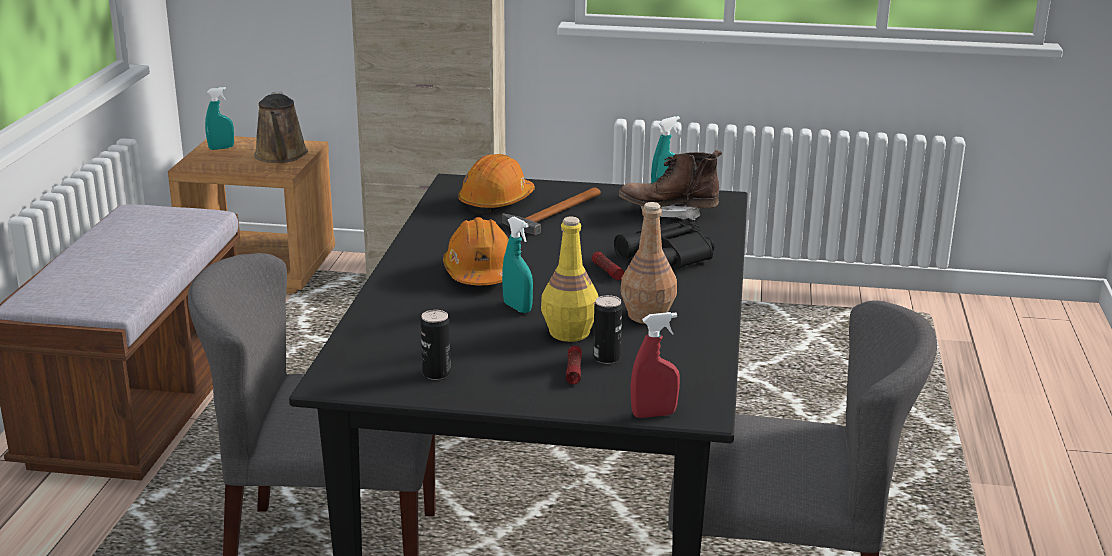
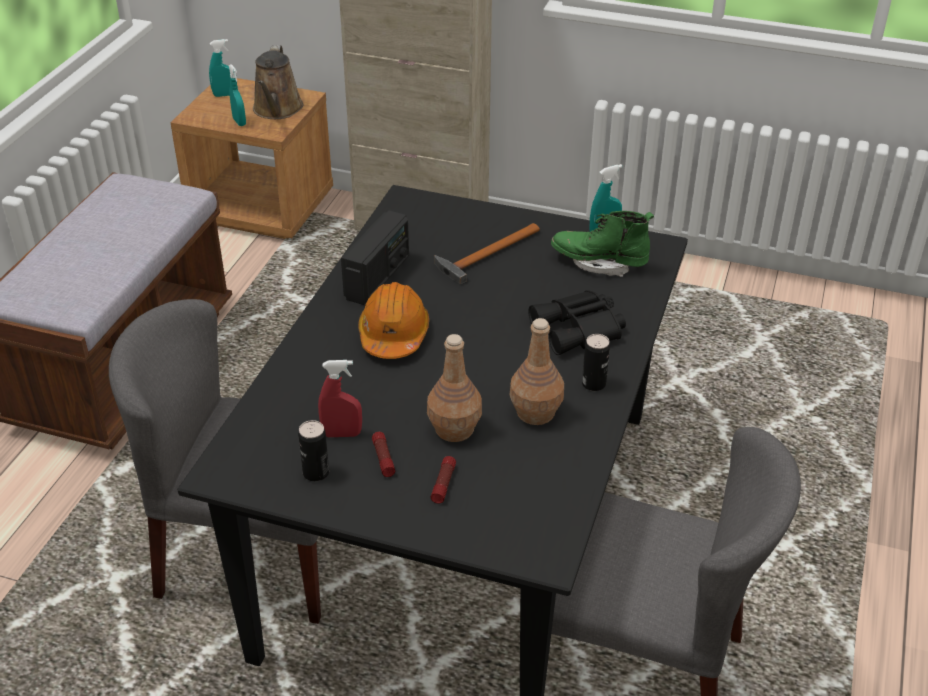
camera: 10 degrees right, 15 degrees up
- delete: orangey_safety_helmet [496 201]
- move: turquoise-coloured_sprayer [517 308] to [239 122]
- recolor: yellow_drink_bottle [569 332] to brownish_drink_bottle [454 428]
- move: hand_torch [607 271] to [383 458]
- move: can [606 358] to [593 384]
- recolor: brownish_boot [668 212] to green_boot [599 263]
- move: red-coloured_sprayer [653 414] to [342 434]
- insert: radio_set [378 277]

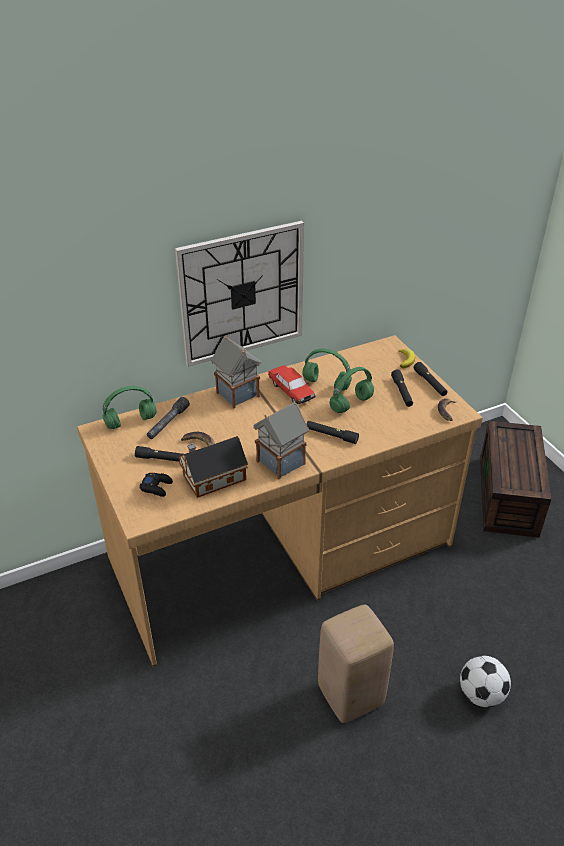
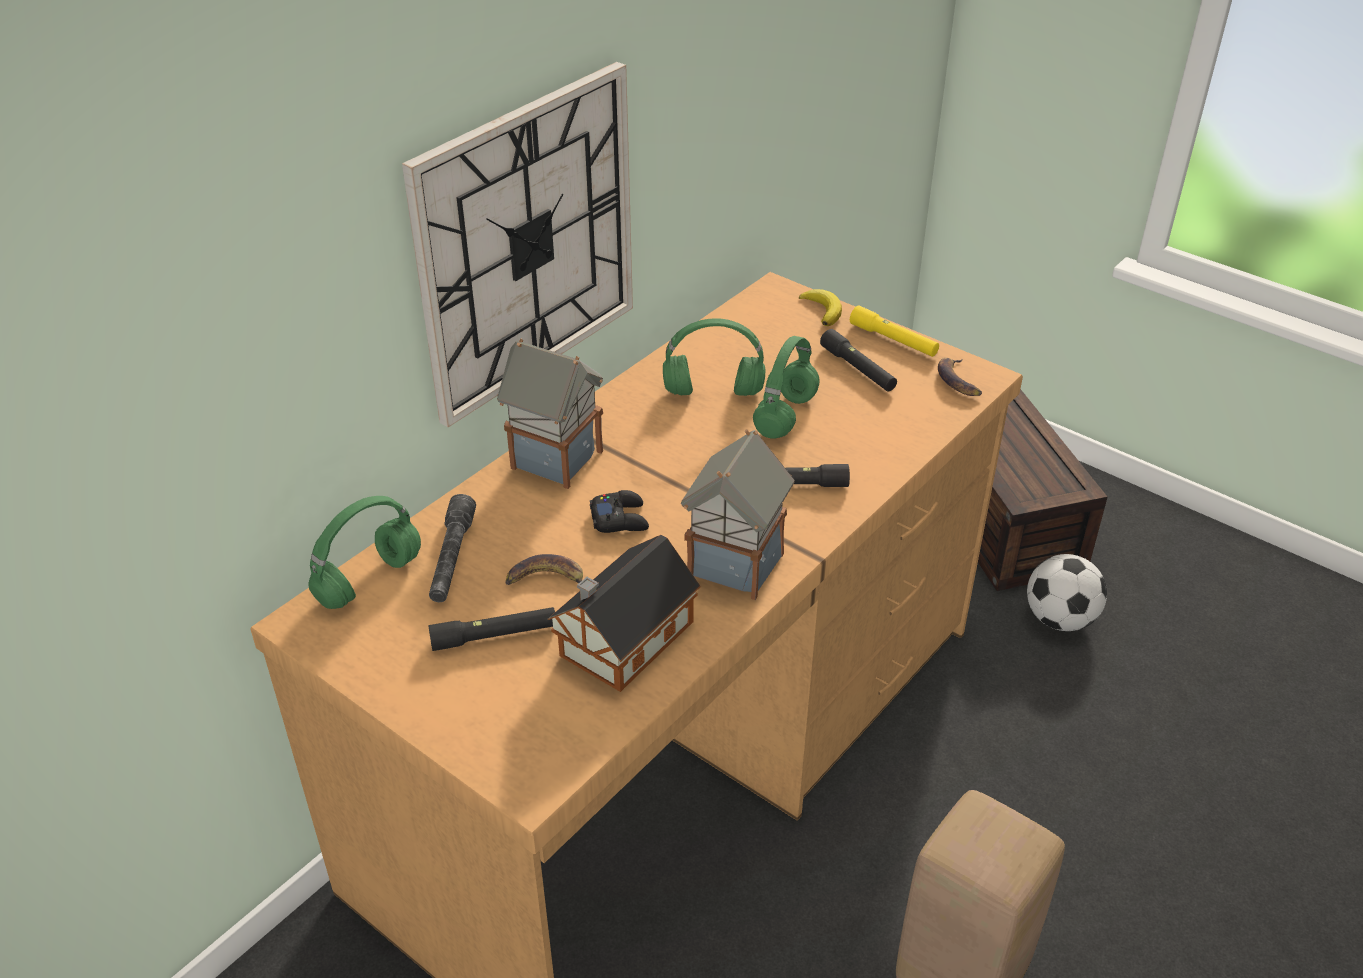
camera: 25 degrees left, 0 degrees up
- move: black_gamepad [156 487] to [620 519]
- delete: toy_car [291 390]
- recolor: black_hand_torch [430 383] to yellow_hand_torch [893 340]
- move: football_ball [481 694] to [1059 619]

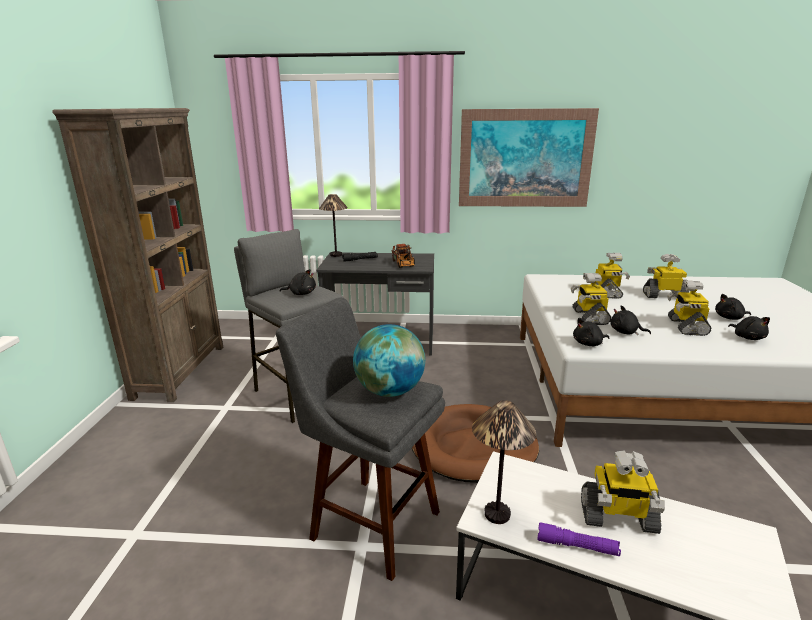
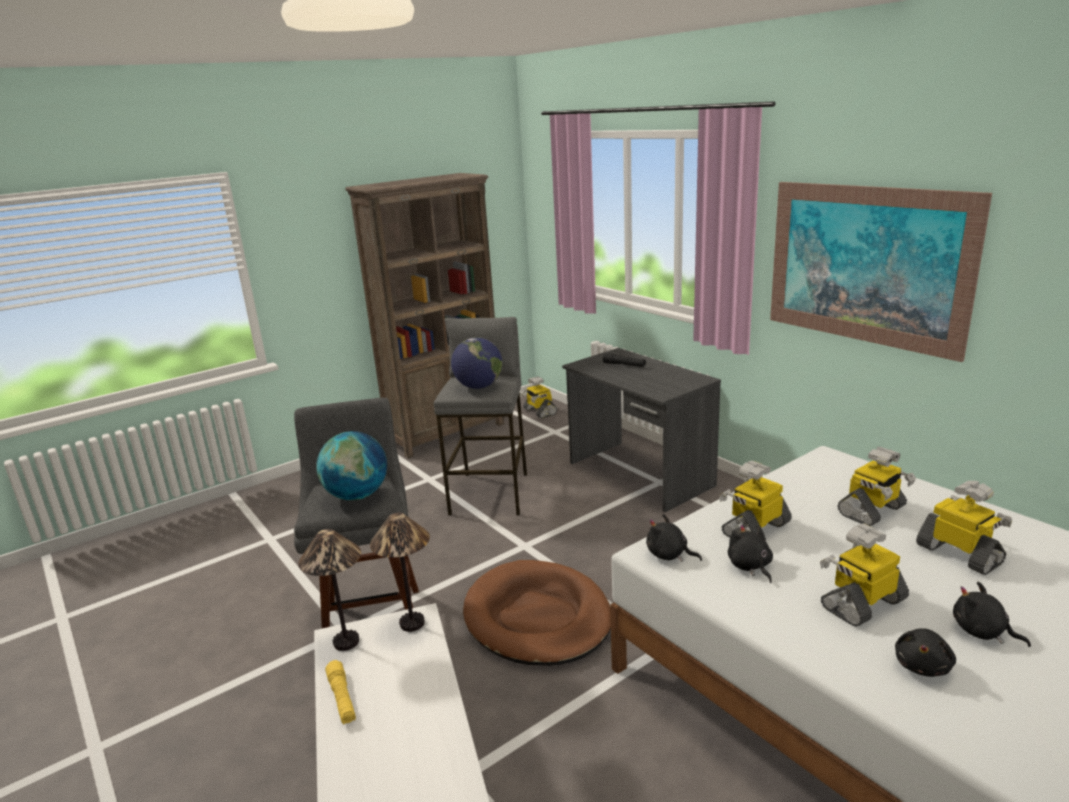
camera: 50 degrees right, 0 degrees up
- replace: black_cuddly_toy [301 293] to world_globe [479 387]
- move: tabletop_lamp [336 255] to [412 623]
- delete: toy_truck [403 264]
- recolor: purple_hand_torch [577 546] to yellow_hand_torch [342 698]
- move: model_robot [617 517] to [539 411]

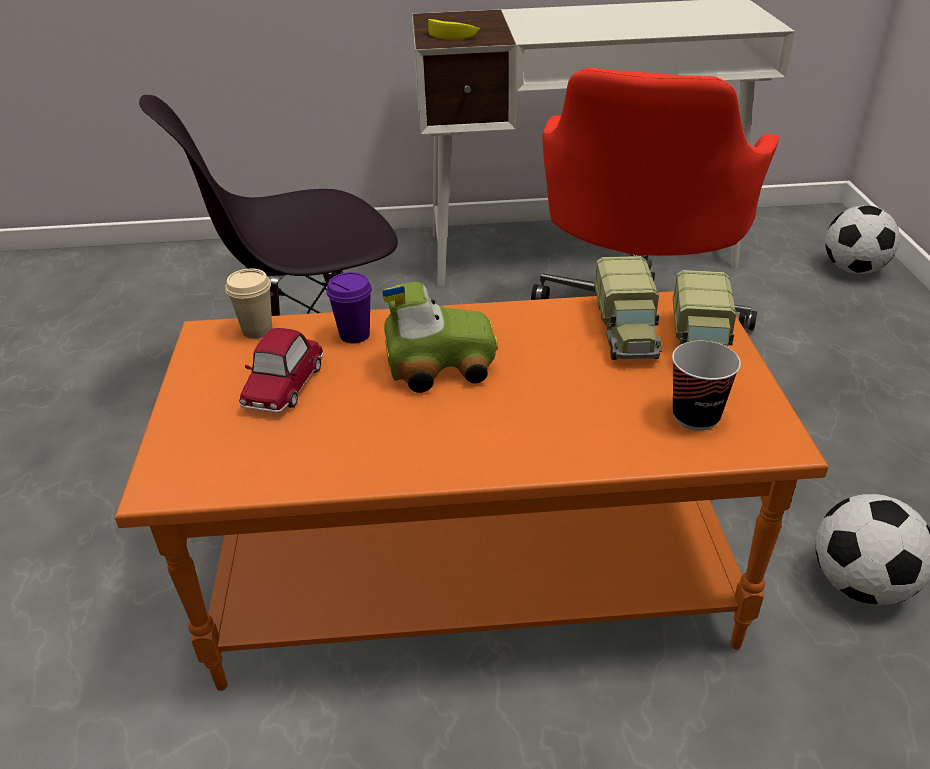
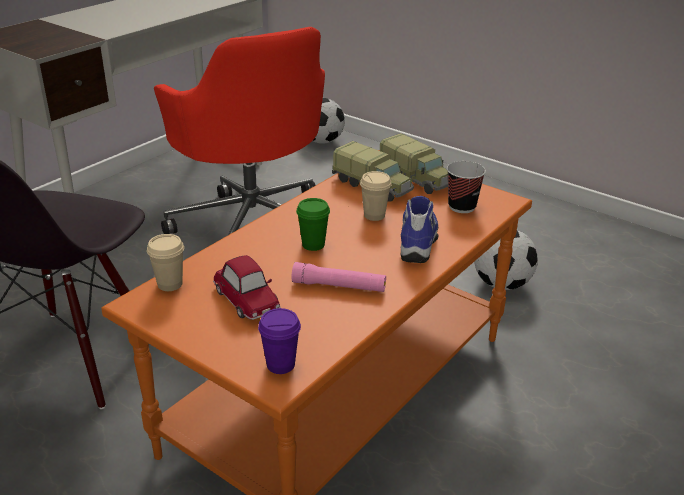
camera: 50 degrees left, 5 degrees down
- move: purple_small_cup [354 335] to [280 365]
- replace: toy_car [439 364] to green_small_cup [313 245]
- delete: banana [453 36]
- insert: pink_hand_torch [339 286]
- insert: sand-coloured_small_cup [374 215]
- insert: shoe [419 241]

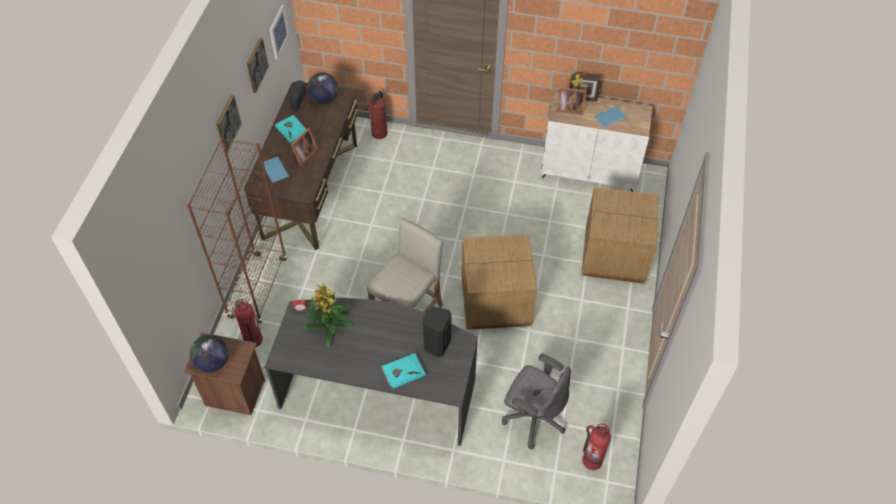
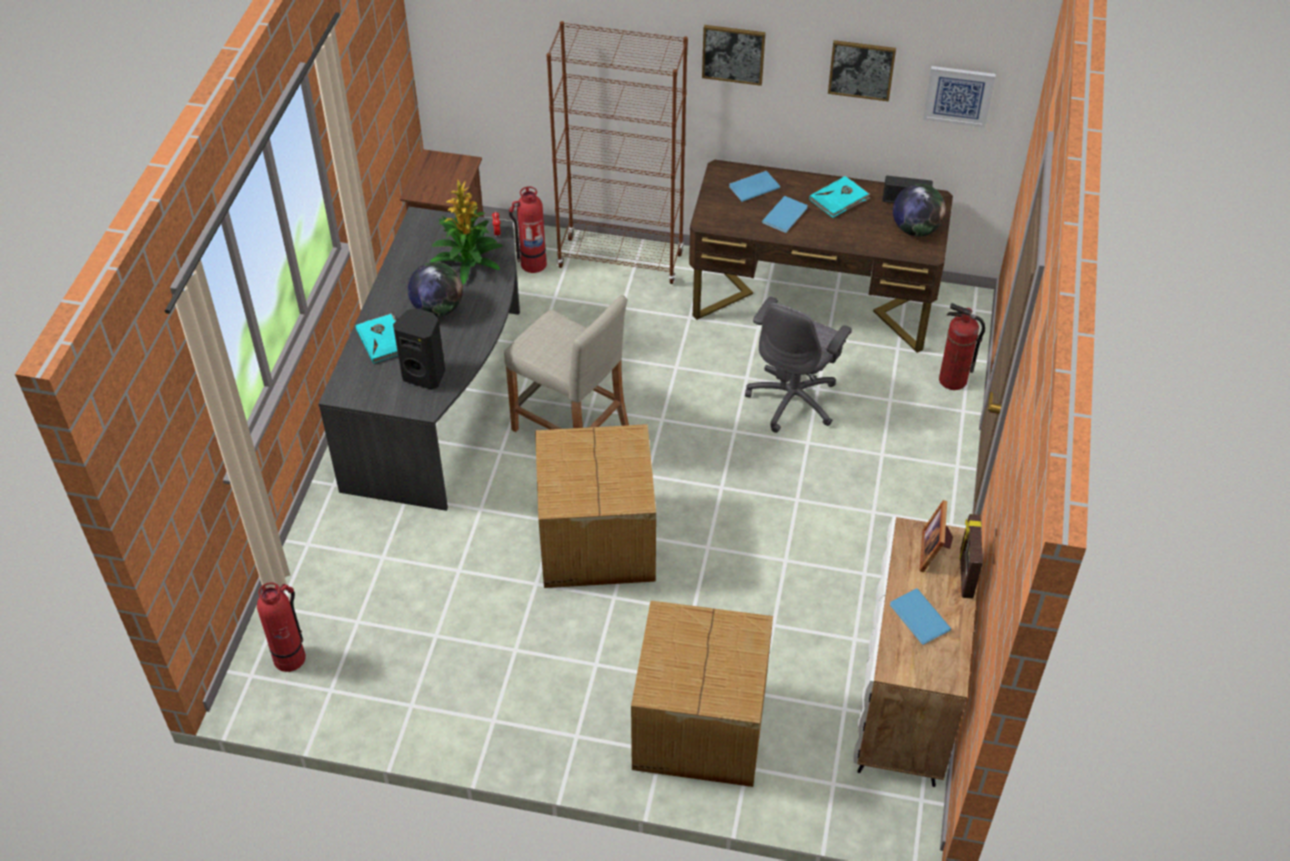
camera: 90 degrees right, 5 degrees down
- move: world_globe [212 362] to [437 308]
- replace: picture_frame [303 155] to blue_bound_book [786 215]
- move: greyish_desk_chair [533 418] to [794 400]

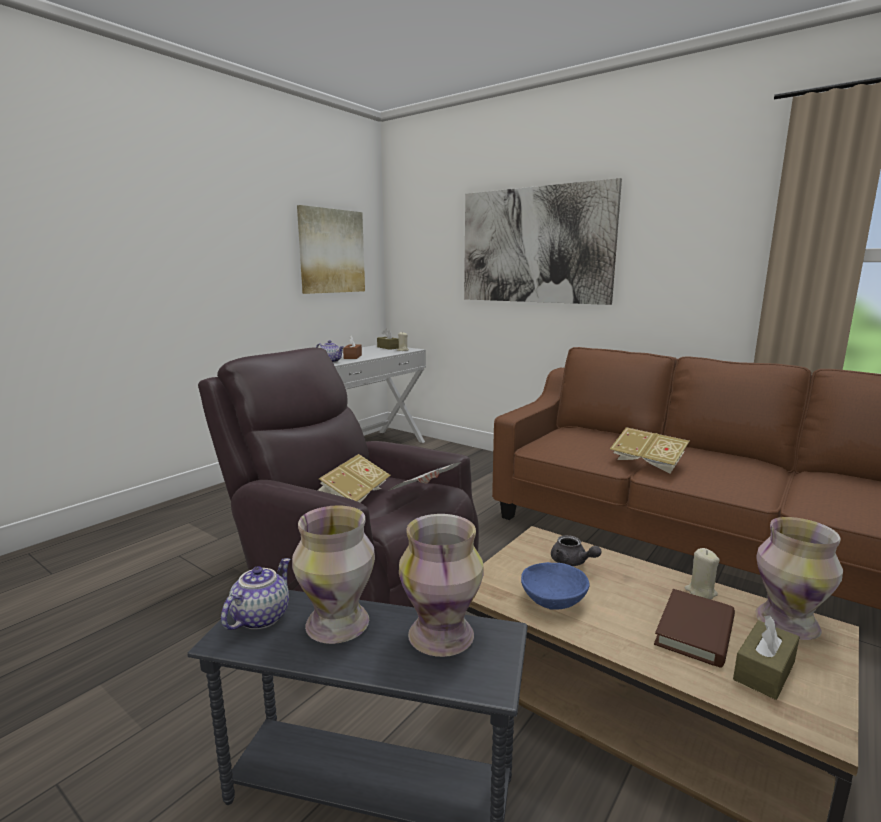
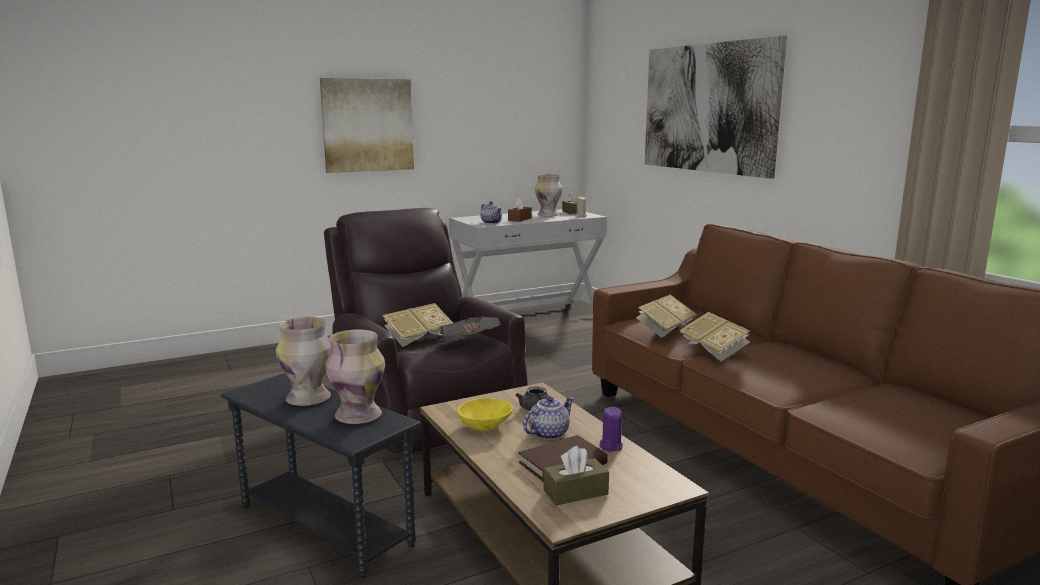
camera: 25 degrees right, 0 degrees up
- move: teapot [260 617] to [548 433]
- move: picture [331 251] to [367 125]
- recolor: blue_serving_bowl [554 600] to yellow_serving_bowl [486 427]
- recolor: sand-coloured_wax_light [700 592] to purple_wax_light [610 446]
- move: flower_vase [788 624] to [548 215]
- insert: bound_book [665 329]

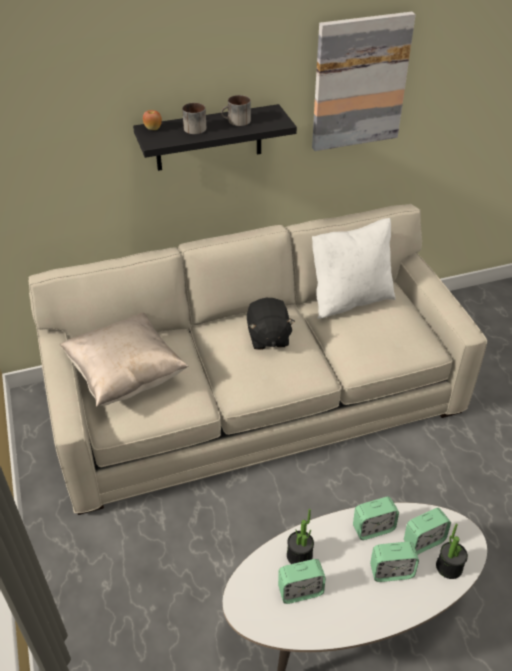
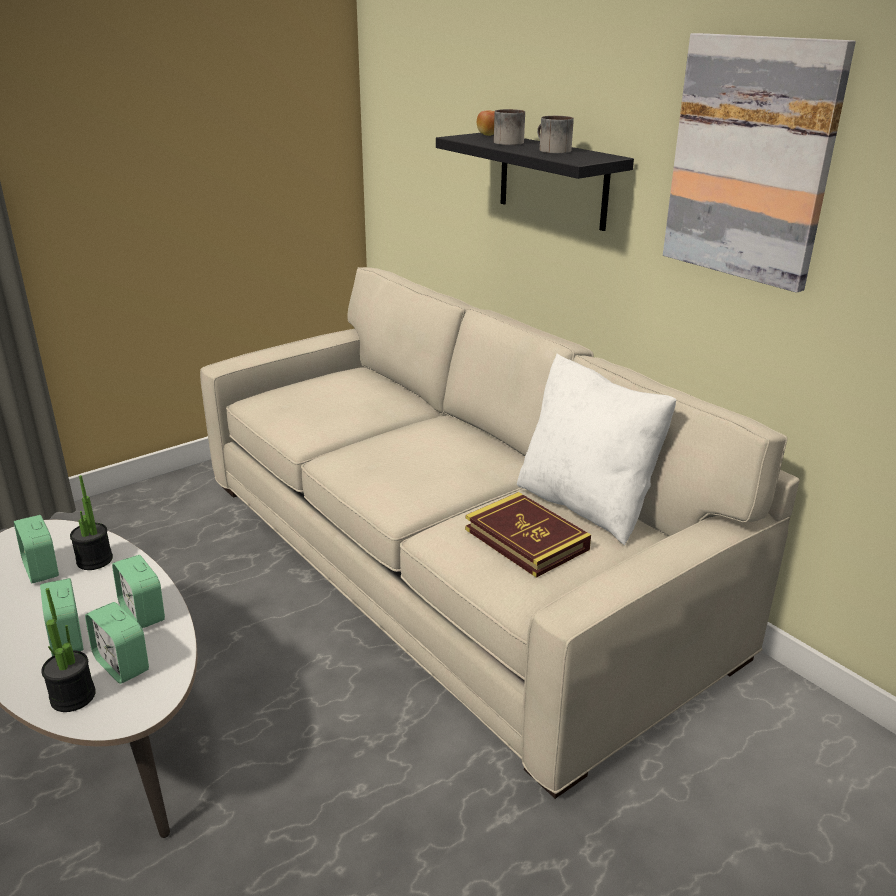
camera: 70 degrees right, 15 degrees down
- delete: sand-coloured_cushion [126 376]
- delete: black_cuddly_toy [268 337]
- insert: bound_book [526 539]

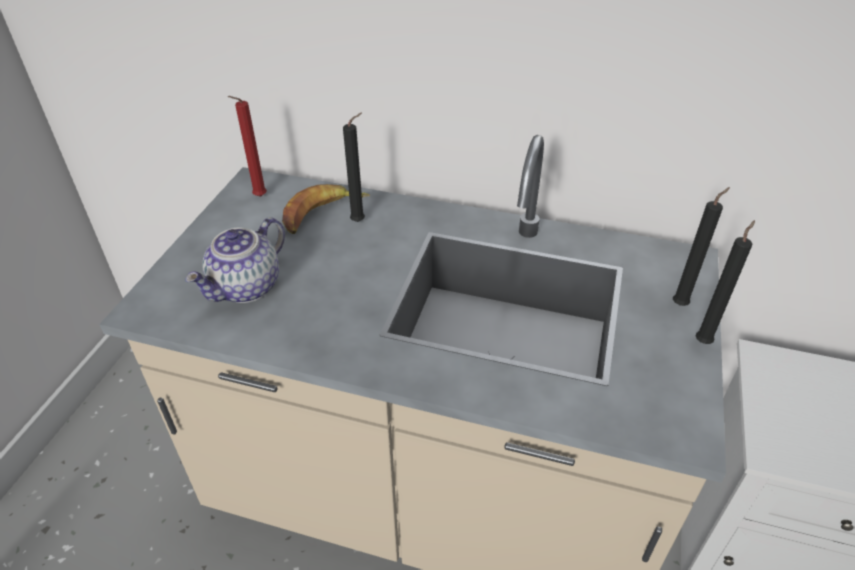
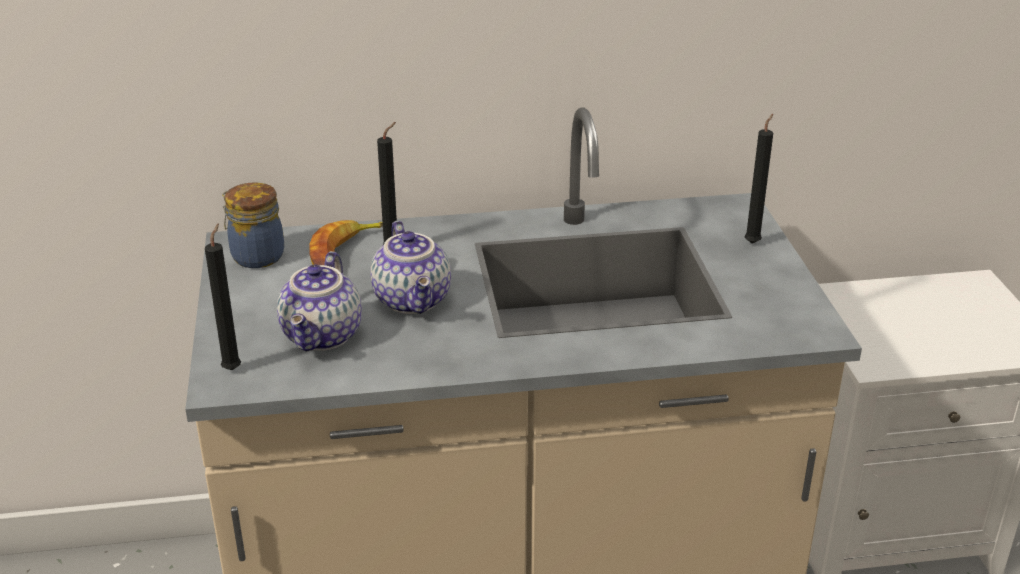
camera: 25 degrees left, 10 degrees down
- replace: red-coloured_wax_light [258 197] to preserve_jar [256 256]
- move: black_wax_light [704 341] to [233 368]
- insert: teapot [414 300]

